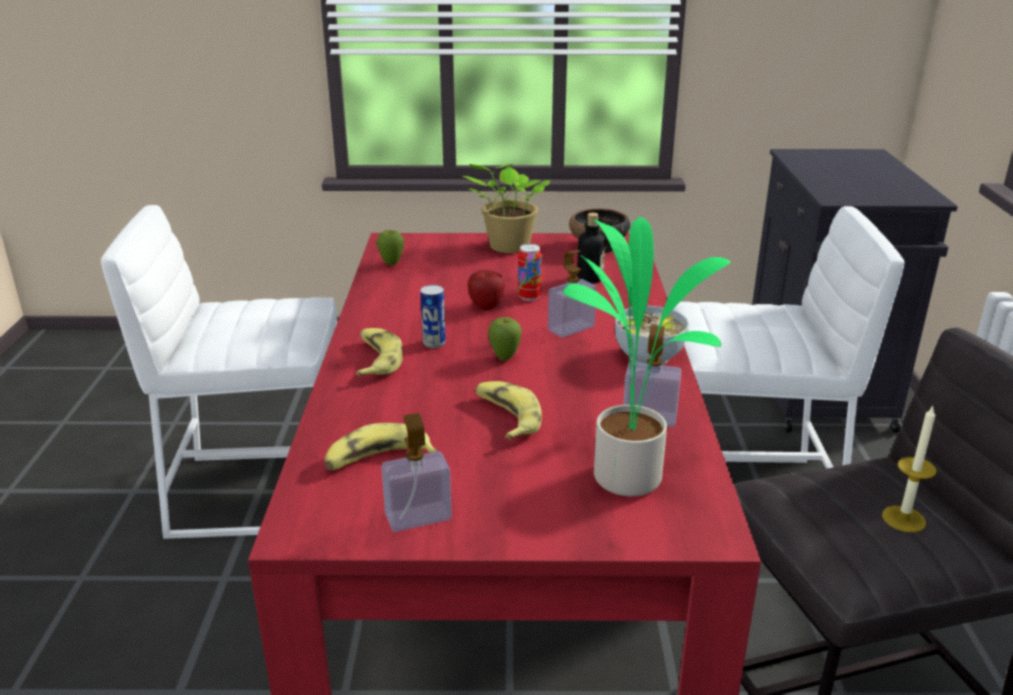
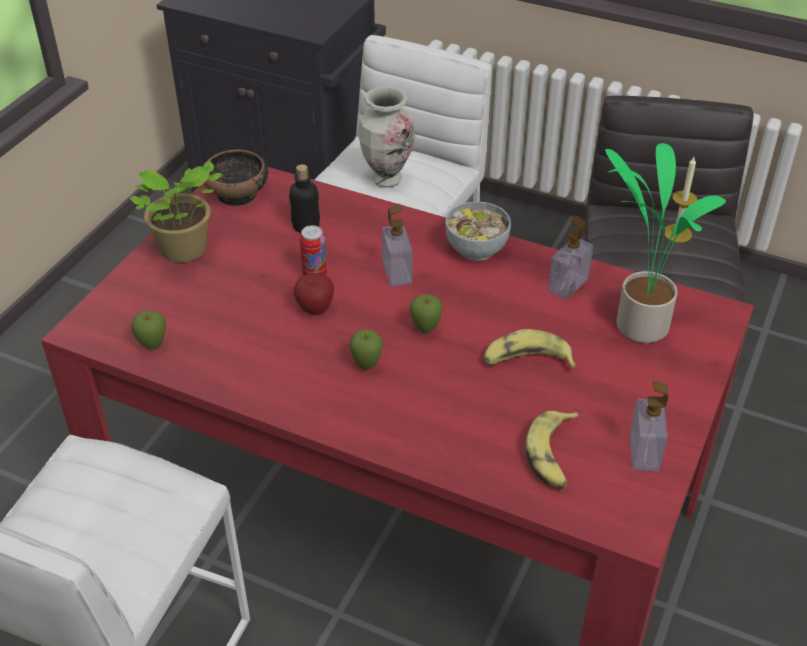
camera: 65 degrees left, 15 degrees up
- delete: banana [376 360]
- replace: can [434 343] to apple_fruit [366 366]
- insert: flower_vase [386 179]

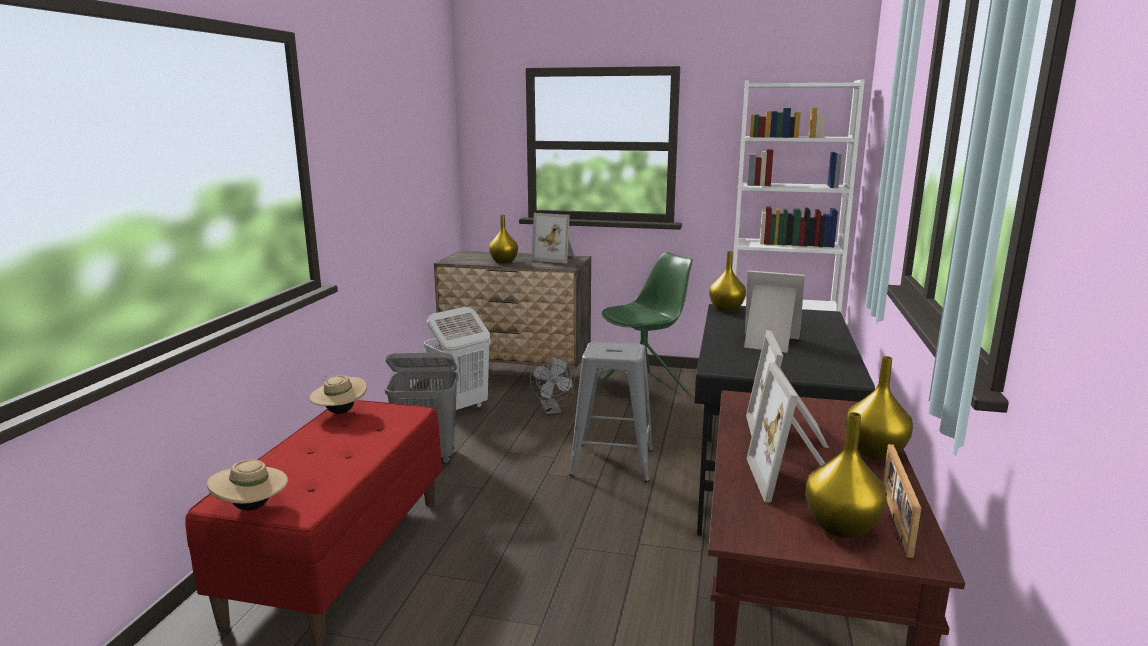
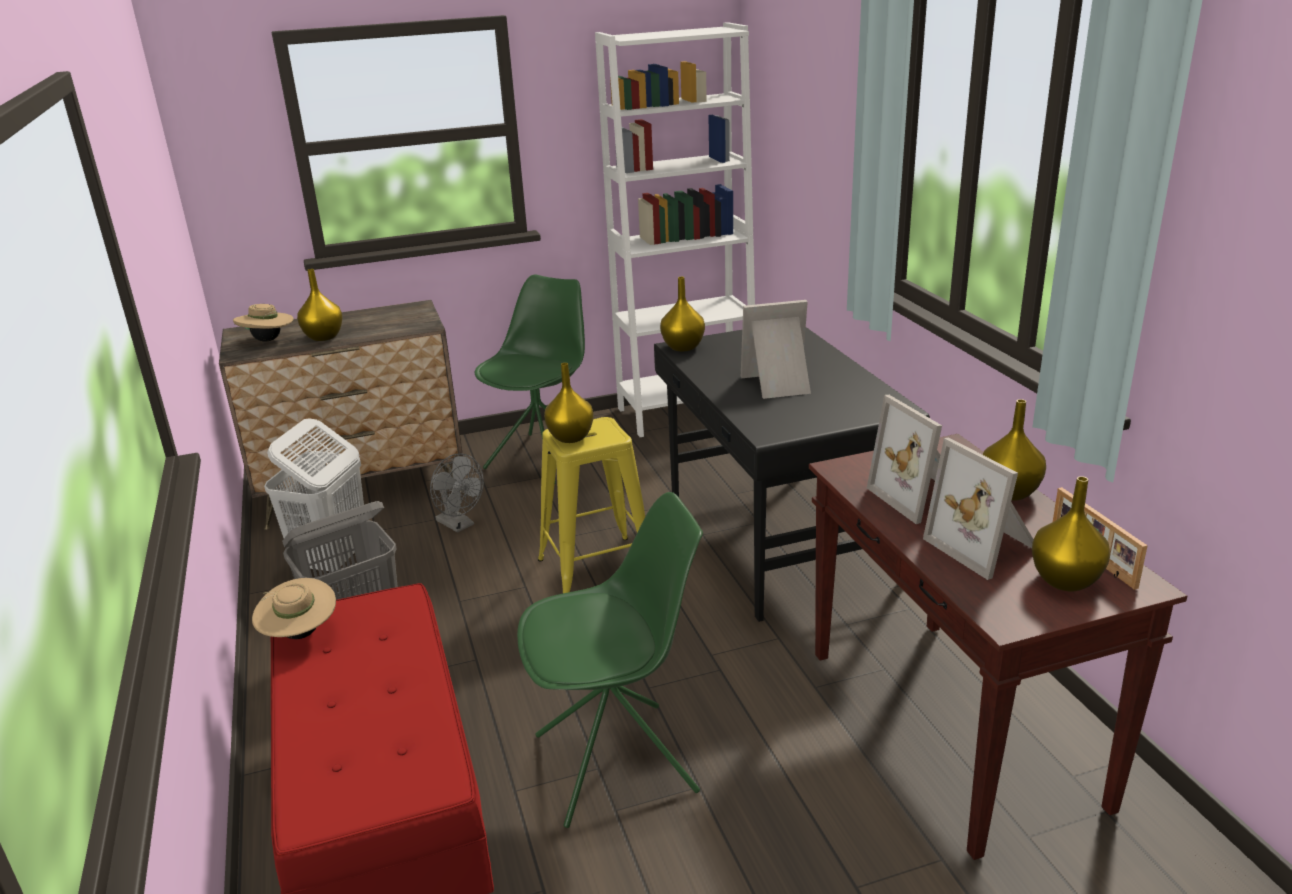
camera: 30 degrees left, 10 degrees up
- move: sand-coloured_clothing_hat [252 508] to [268 340]
- delete: picture_frame [556 258]
- recolor: greyish_stool_seat [612 462] to yellow_stool_seat [596 569]
- insert: green_plain_chair [618 762]
- insert: yellow_flower_vase [571 437]

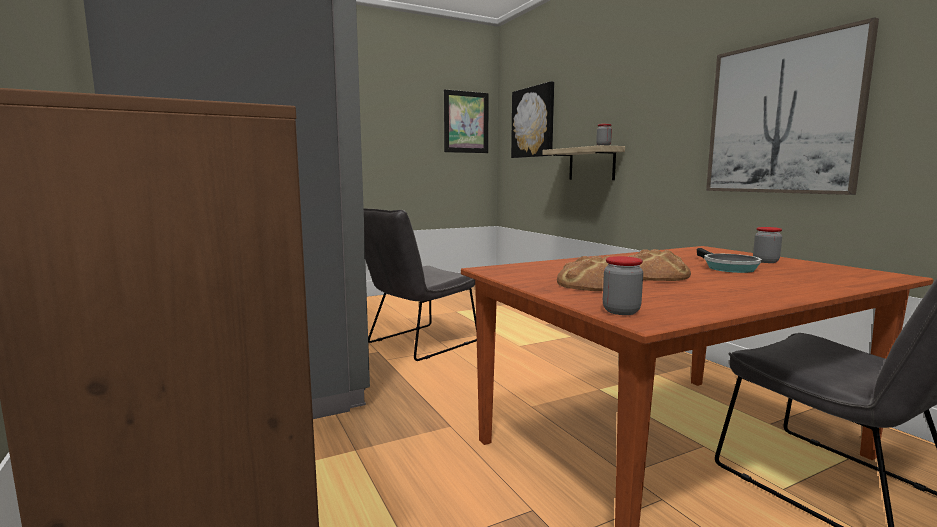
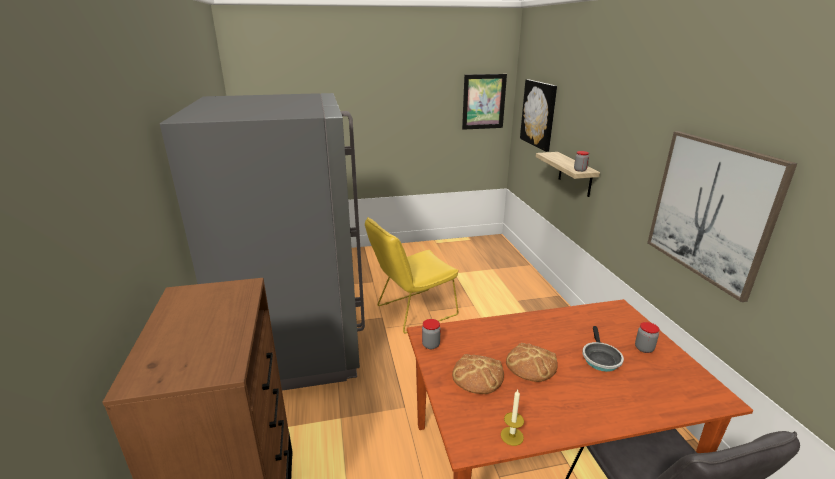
camera: 15 degrees right, 15 degrees up
- recolor: greyish_plain_chair [417 344] to yellow_plain_chair [412 312]
- move: preserve_jar [621 311] to [431 345]
- insert: wax_light [512 436]

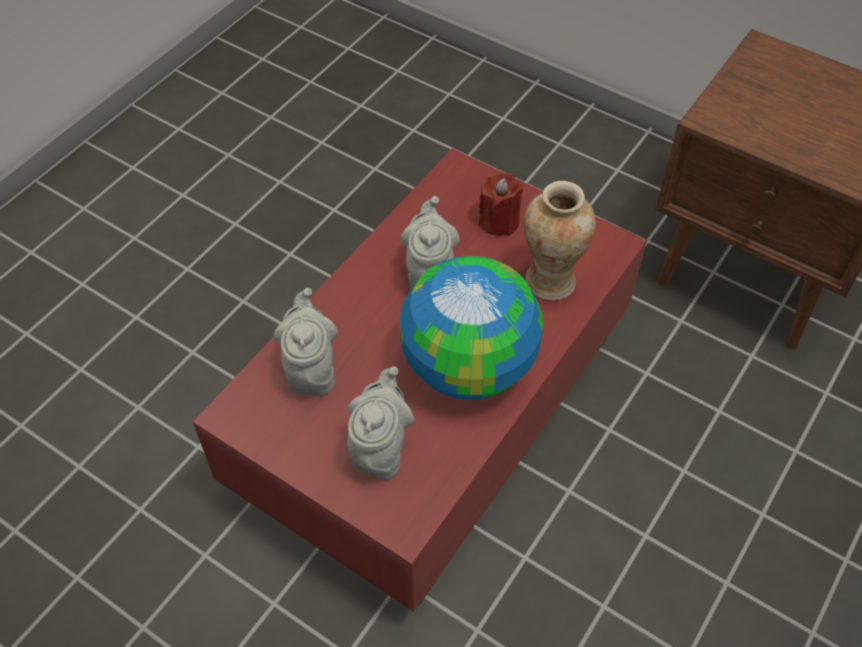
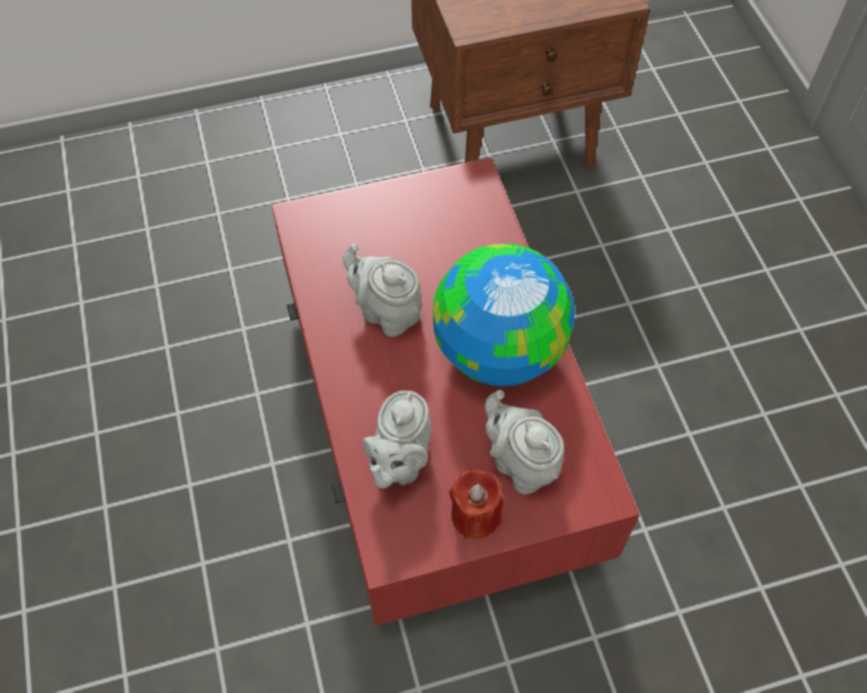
camera: 50 degrees left, 5 degrees up
- rotate: greyish_teapot [311 369] = [399 461] 105 degrees counterclockwise
- move: red-coloured_wax_light [499 221] to [475 516]
- delete: flower_vase [550 282]

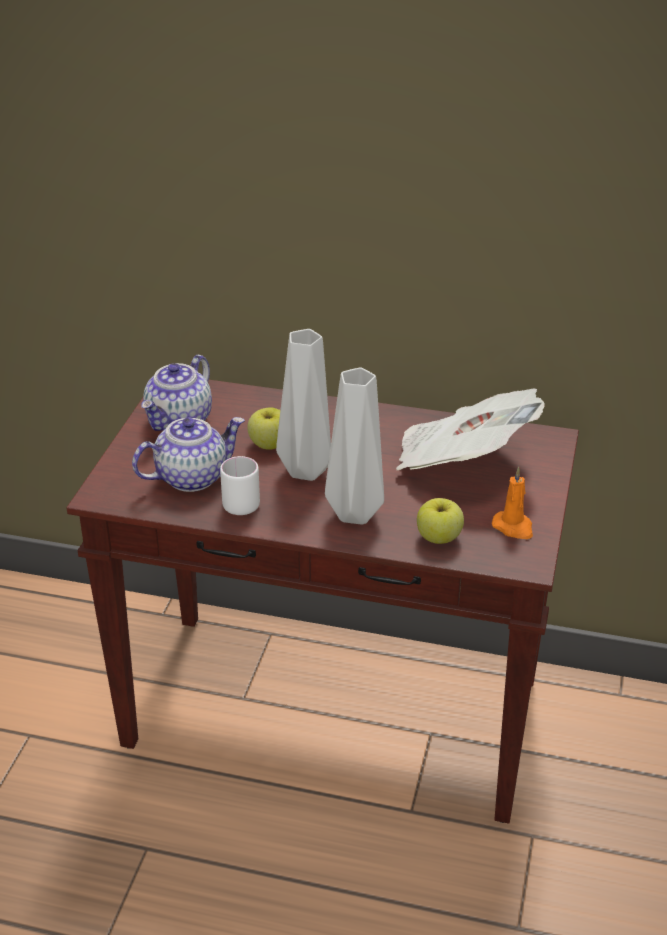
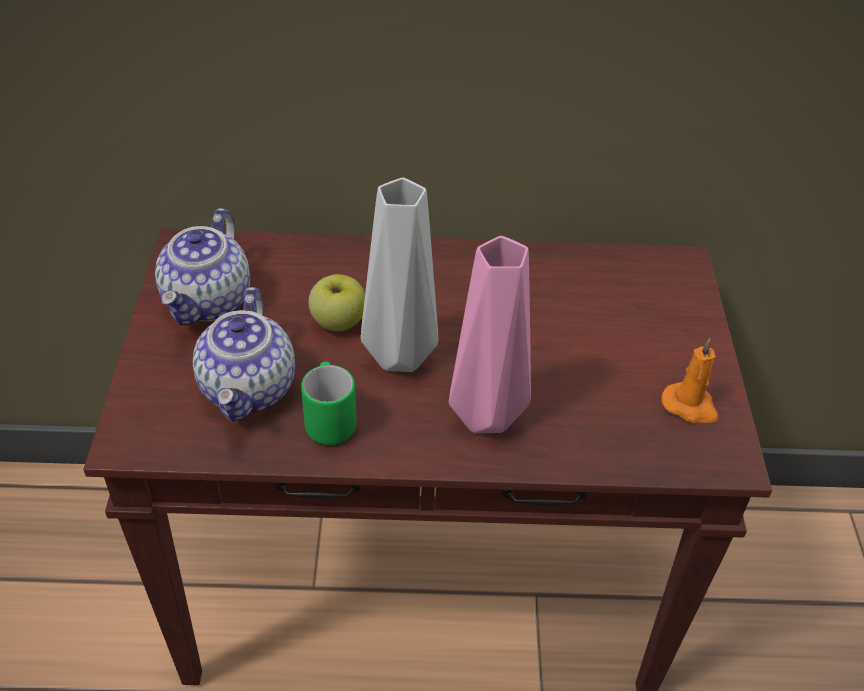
camera: 15 degrees left, 10 degrees up
- rotate: teapot [192 477] = [249 389] 135 degrees clockwise
- recolor: white_tea_mug [242 501] to green_tea_mug [329 420]
- recolor: greyish_flower_vase [354 512] to pink_flower_vase [483 414]
- delete: daily_paper [462 461]
- delete: apple_fruit [439 538]

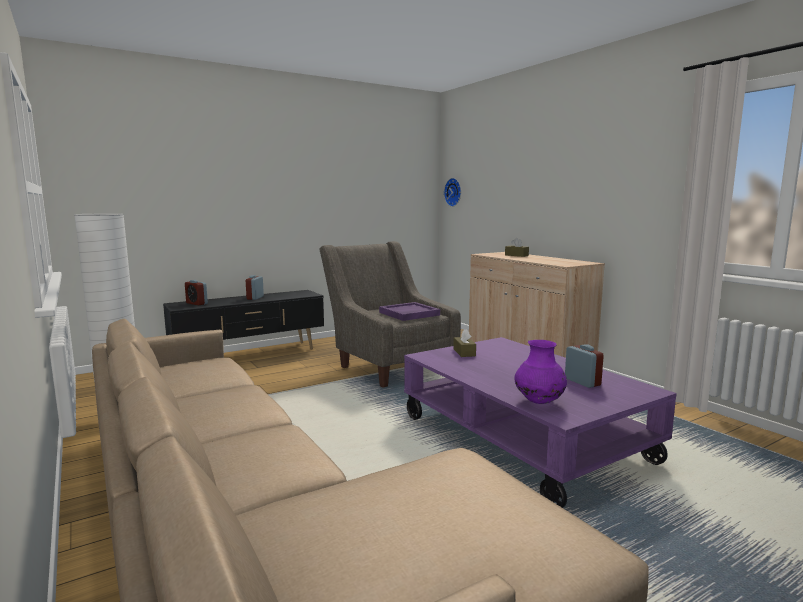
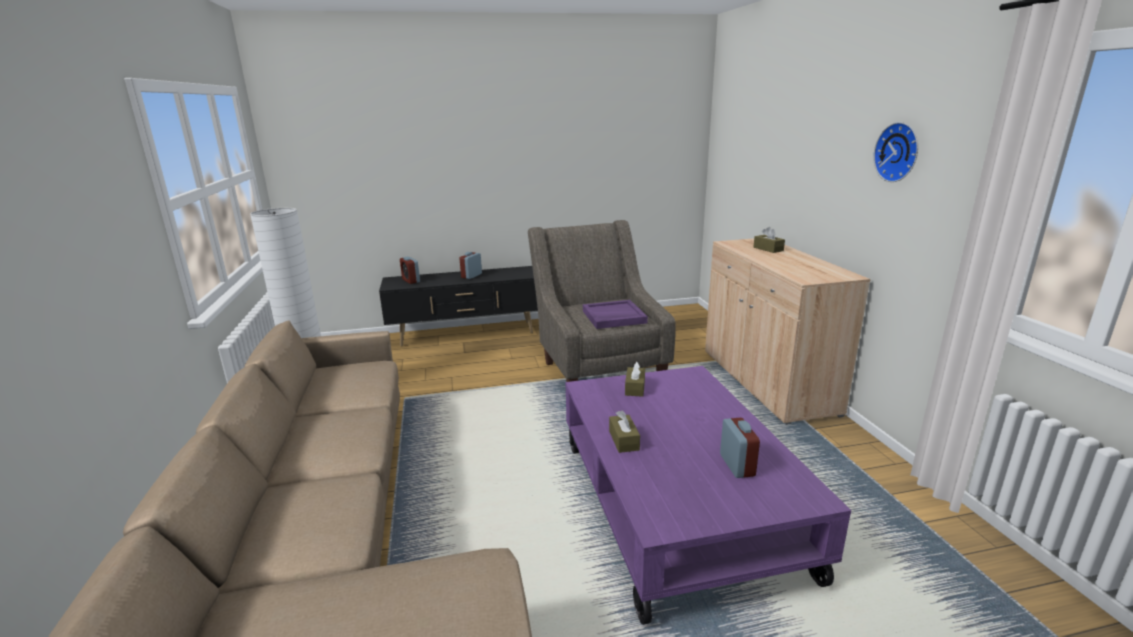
camera: 20 degrees right, 10 degrees up
- move: hanging_clock [454 192] to [899 152]
- delete: purple_flower_vase [539 402]
- insert: brownish_tissue_box [624 440]

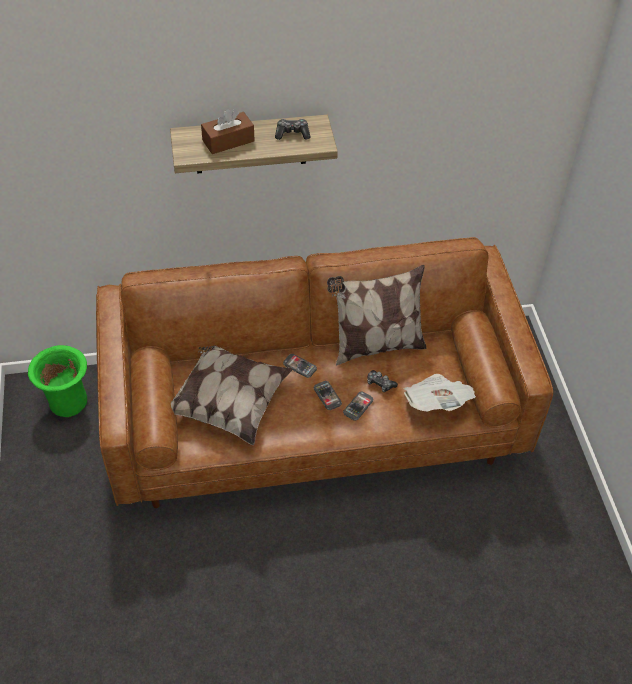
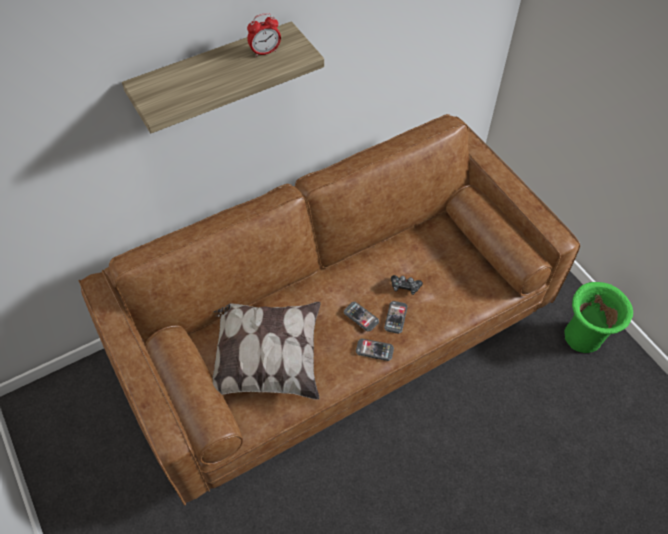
camera: 20 degrees left, 5 degrees up
- move: green_flower_vase [69 404] to [584 338]
- delete: brownish_tissue_box [228 141]
- replace: gamepad [292 133] to table_clock [265 52]
- move: handset [299 366] to [374 350]
- delete: cushion [375 346]
- delete: daily_paper [436 403]

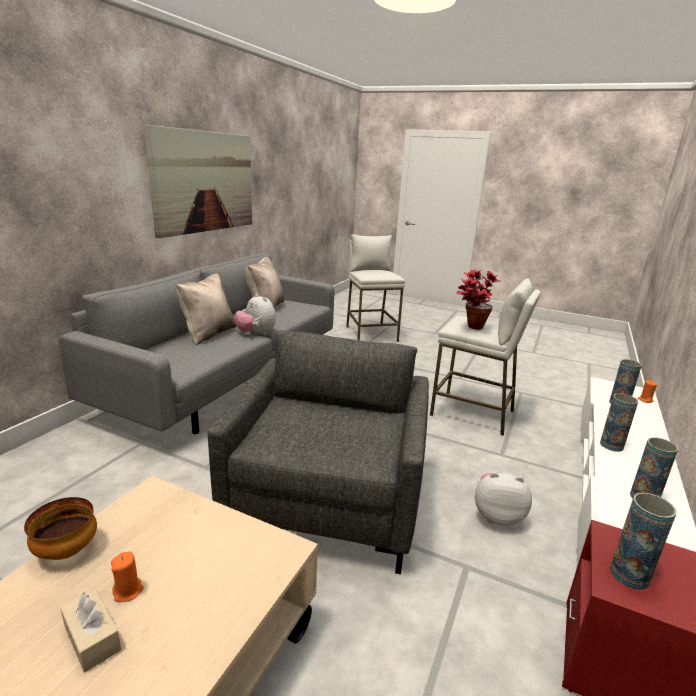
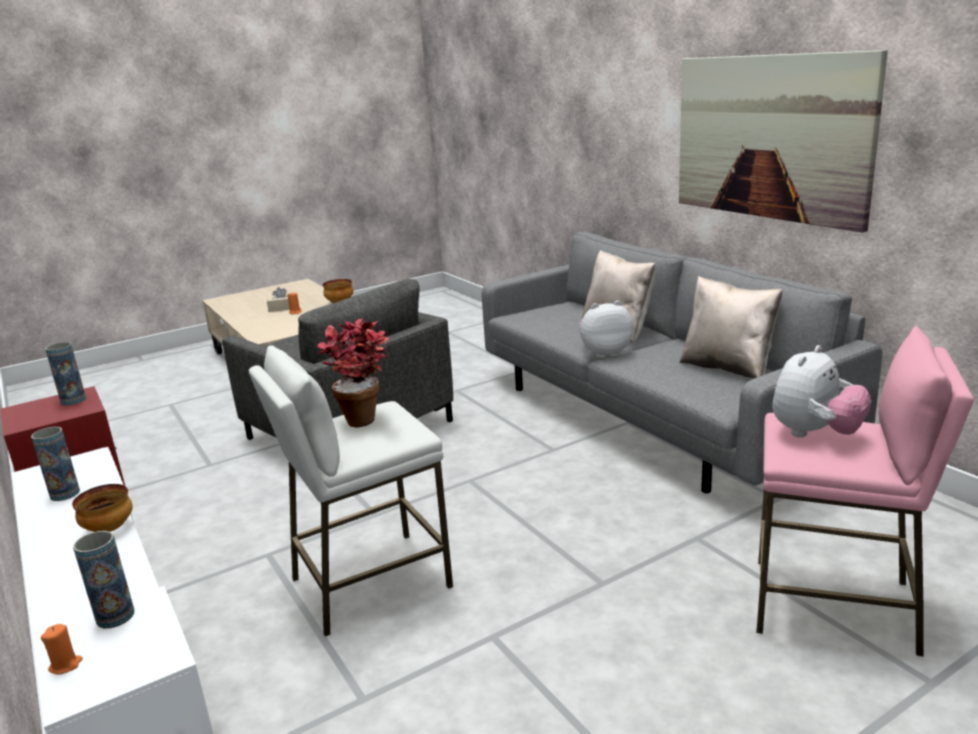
camera: 125 degrees right, 0 degrees up
- recolor: white_stool_seat [370 334] to pink_stool_seat [834 606]
- move: cuddly_toy [497 516] to [815 434]
- replace: flower_vase [611 445] to serving_bowl [110 529]

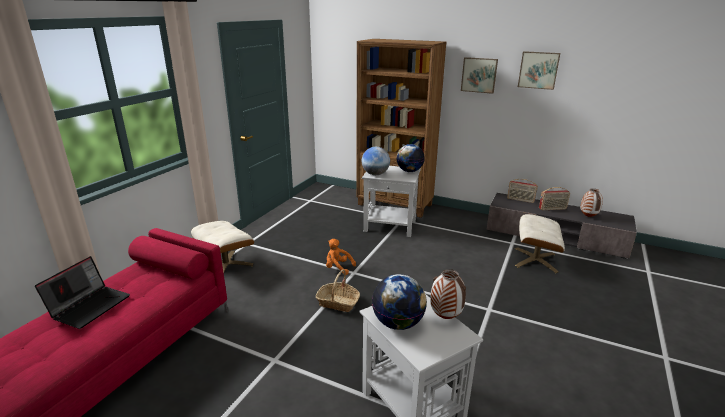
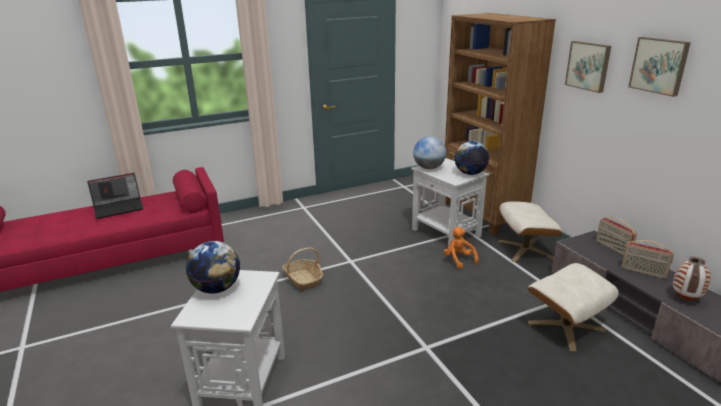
camera: 40 degrees right, 0 degrees up
- move: sand-coloured_ottoman [225 265] to [525 249]
- move: orangey_cuddly_toy [338 268] to [458 260]
- delete: flower_vase [445 317]

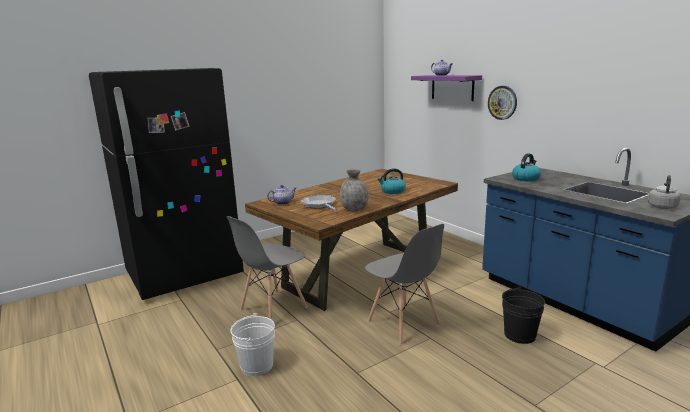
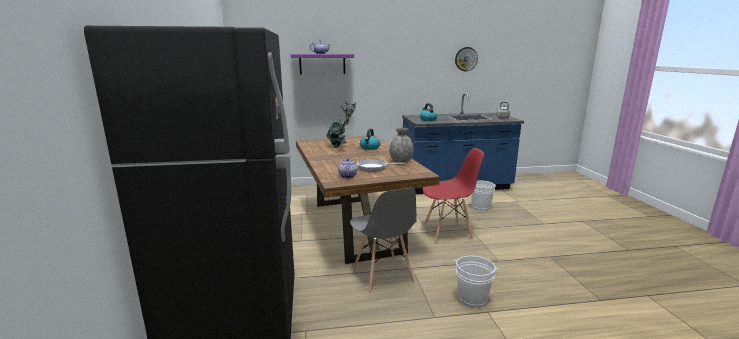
camera: 65 degrees left, 0 degrees up
- recolor: greyish_plain_chair [403 324] to red-coloured_plain_chair [448 232]
- move: hanging_clock [502 102] to [466 59]
- recolor: black_water_bucket [519 335] to white_water_bucket [480 207]
- insert: plant_in_a_pot [340 147]

